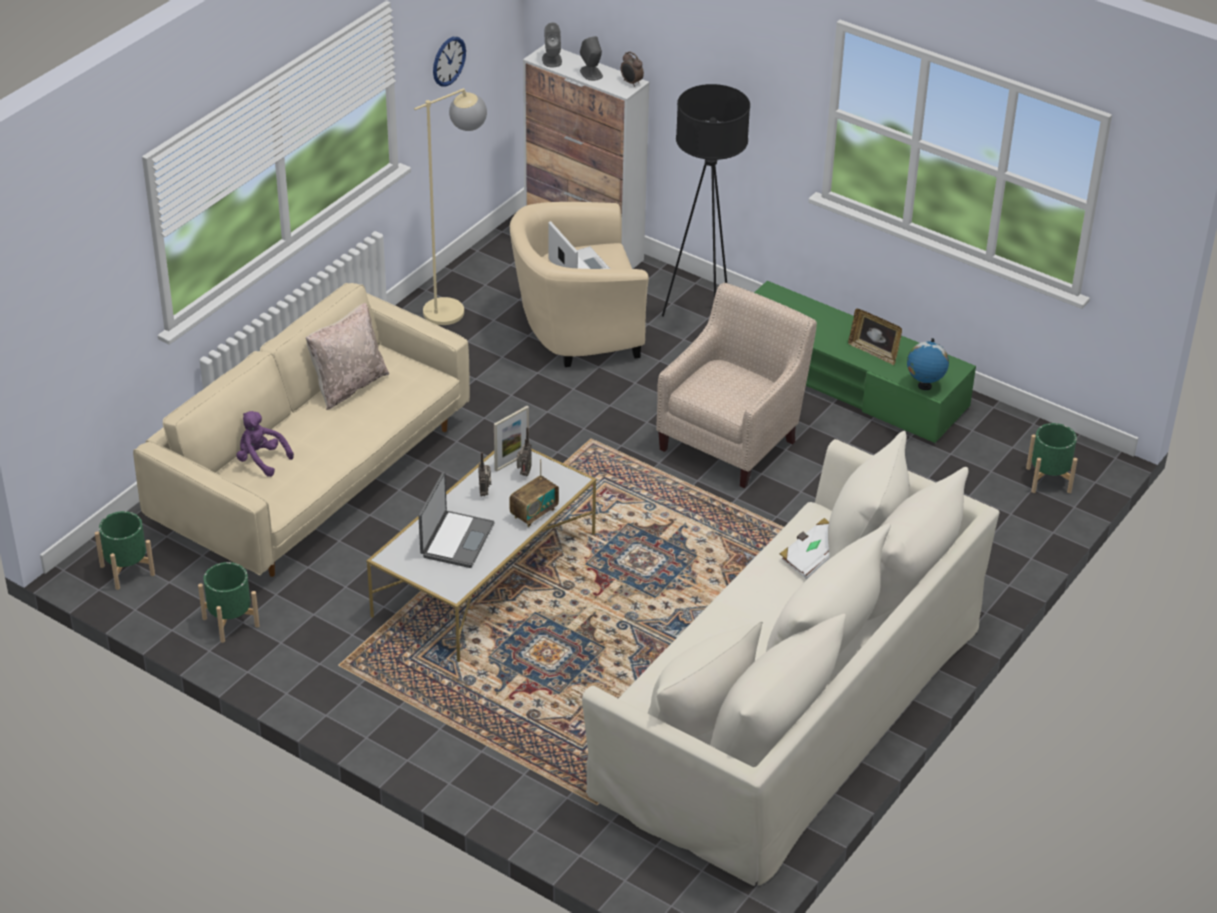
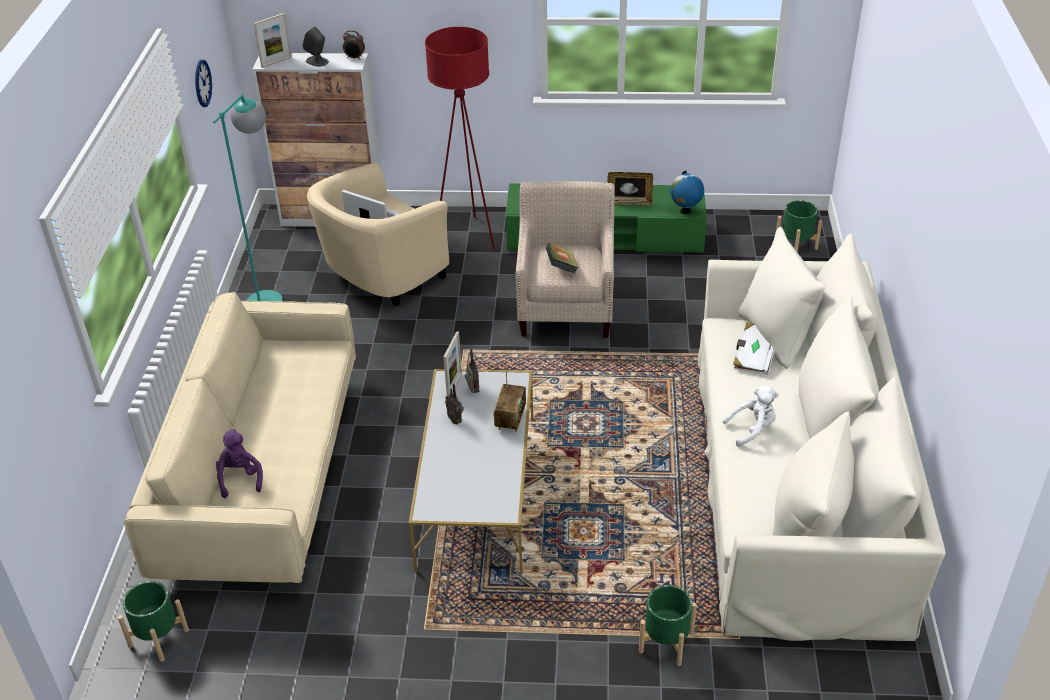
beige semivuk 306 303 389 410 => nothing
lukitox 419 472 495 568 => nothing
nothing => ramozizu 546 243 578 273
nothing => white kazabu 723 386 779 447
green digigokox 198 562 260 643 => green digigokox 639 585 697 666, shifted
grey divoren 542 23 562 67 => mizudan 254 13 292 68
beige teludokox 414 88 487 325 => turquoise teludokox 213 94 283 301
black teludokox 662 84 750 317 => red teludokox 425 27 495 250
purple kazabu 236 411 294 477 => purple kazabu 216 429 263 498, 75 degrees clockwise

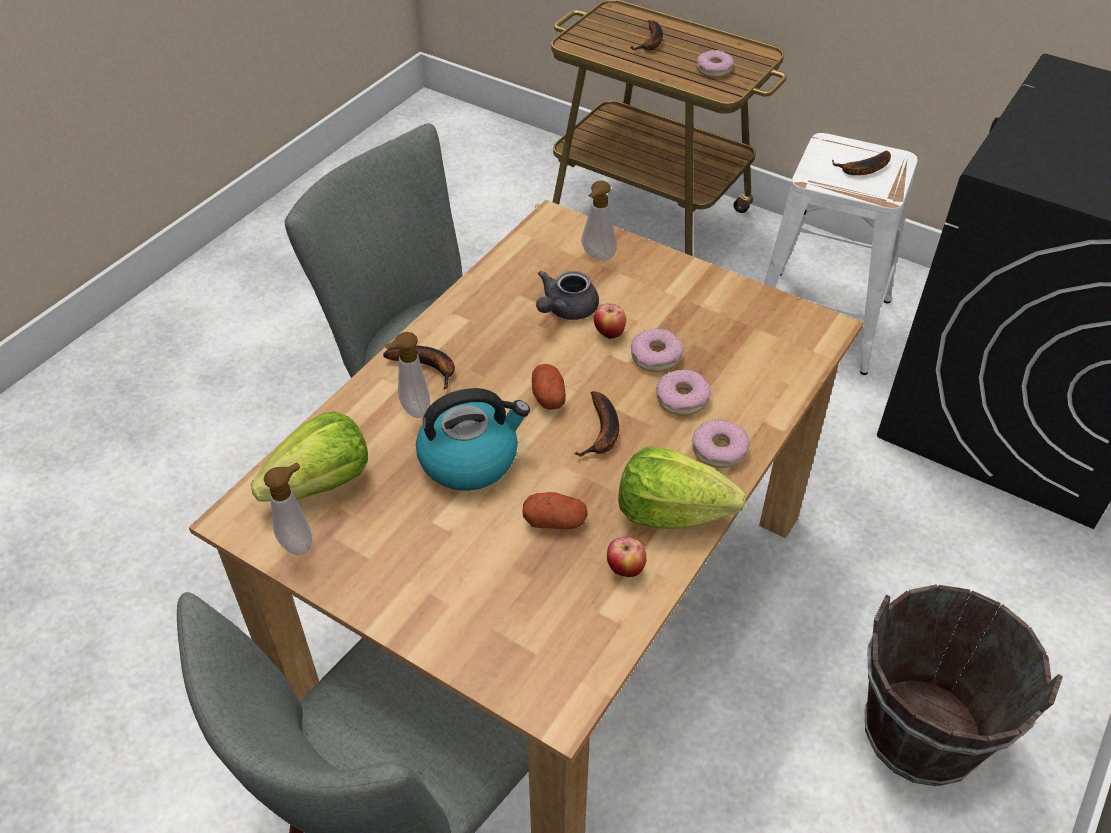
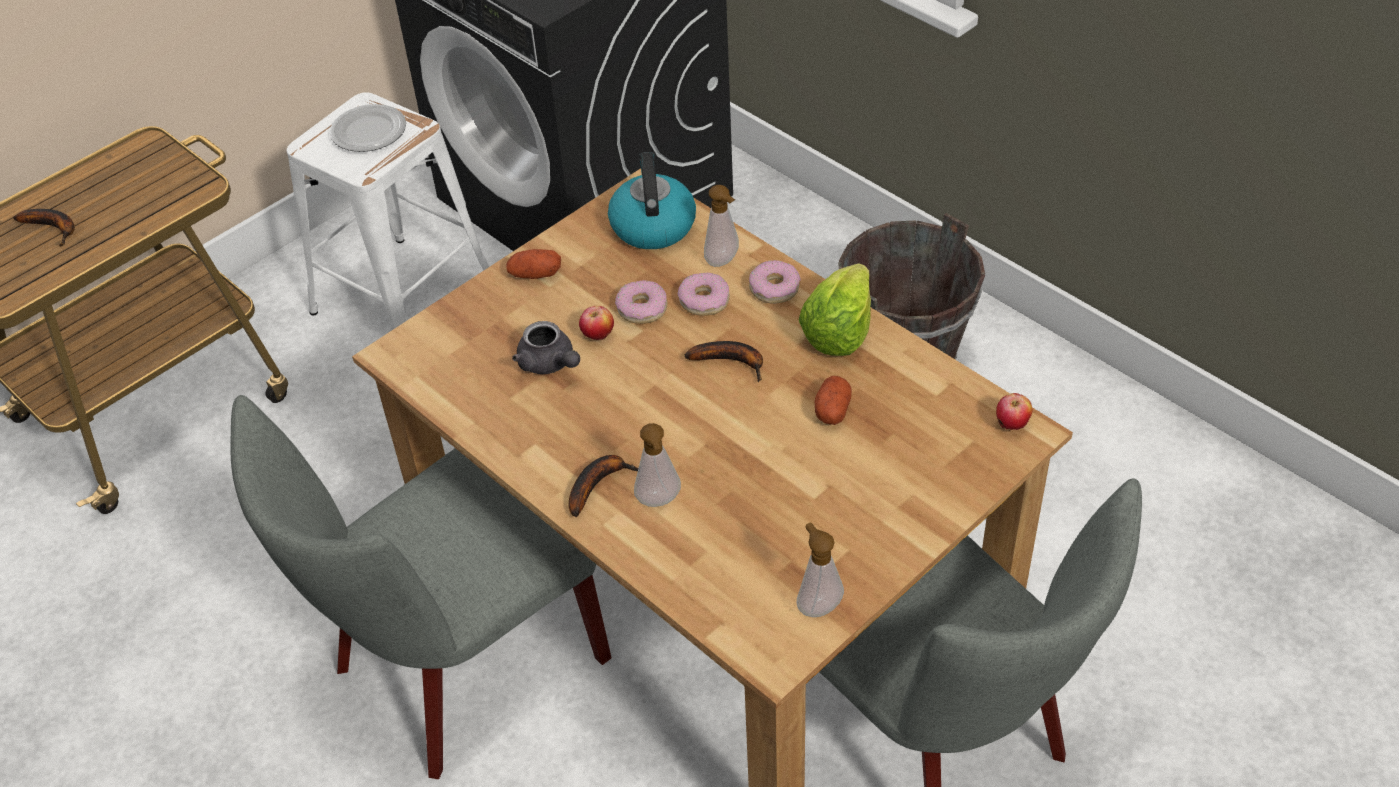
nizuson 251 412 368 502 => nothing
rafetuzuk 696 50 734 77 => nothing
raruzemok 416 388 530 491 => raruzemok 608 152 696 249, shifted
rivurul 532 364 566 410 => rivurul 506 249 561 279, shifted
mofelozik 581 180 617 260 => mofelozik 704 185 739 267, shifted
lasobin 607 537 647 577 => lasobin 996 393 1033 430, shifted
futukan 832 151 891 175 => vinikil 330 104 406 152

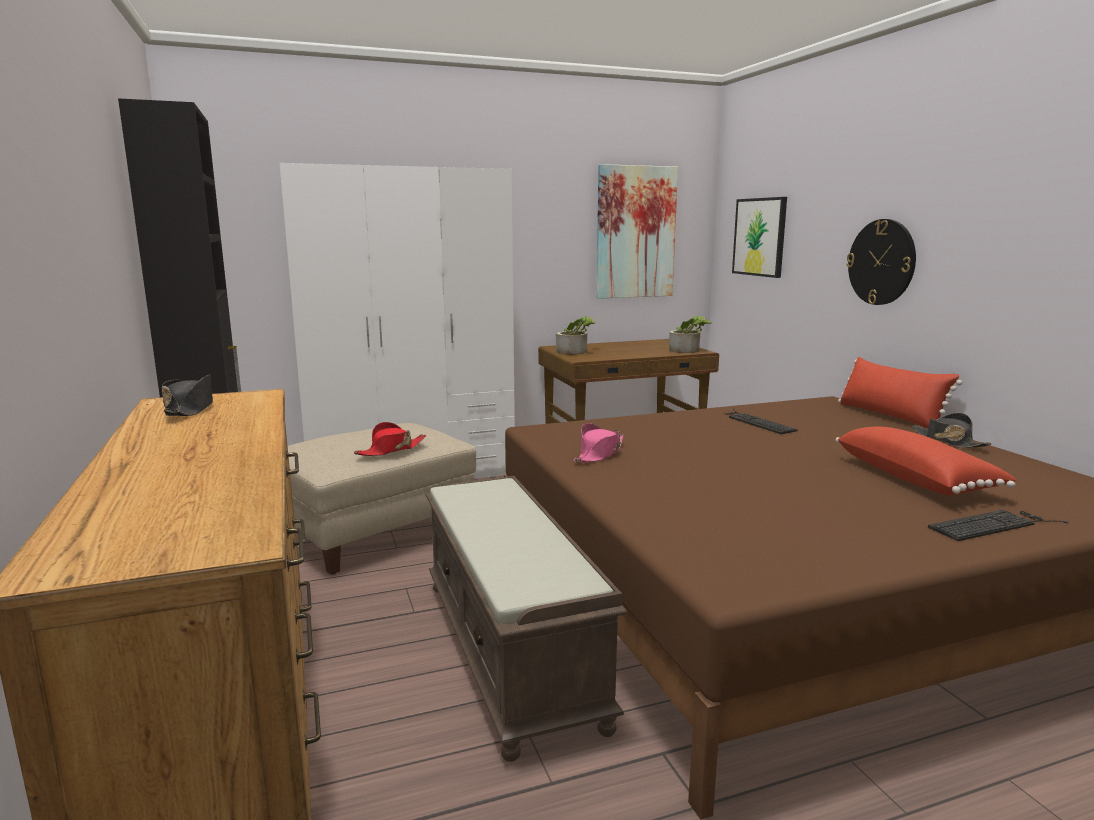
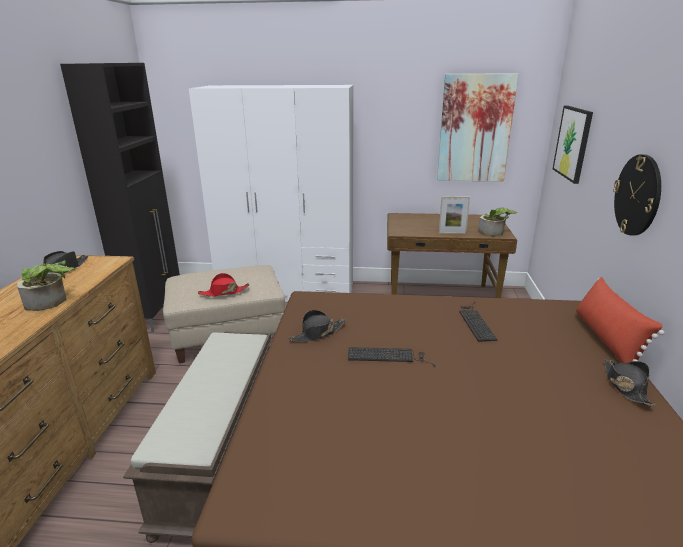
red semivuk 835 427 1017 495 => nothing
nothing => mizudan 439 196 470 234
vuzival 556 316 596 355 => vuzival 17 261 75 311, shifted
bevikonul 928 510 1069 541 => bevikonul 348 347 435 366, shifted
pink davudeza 573 423 624 462 => black davudeza 288 310 346 342

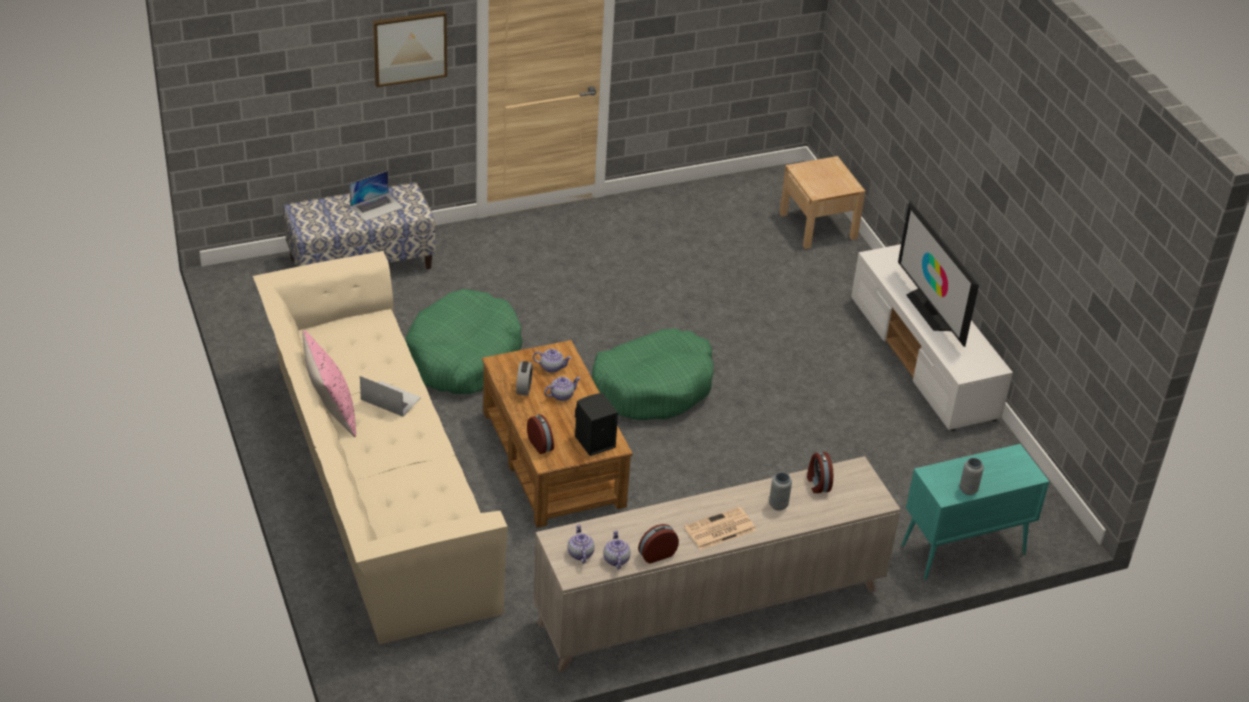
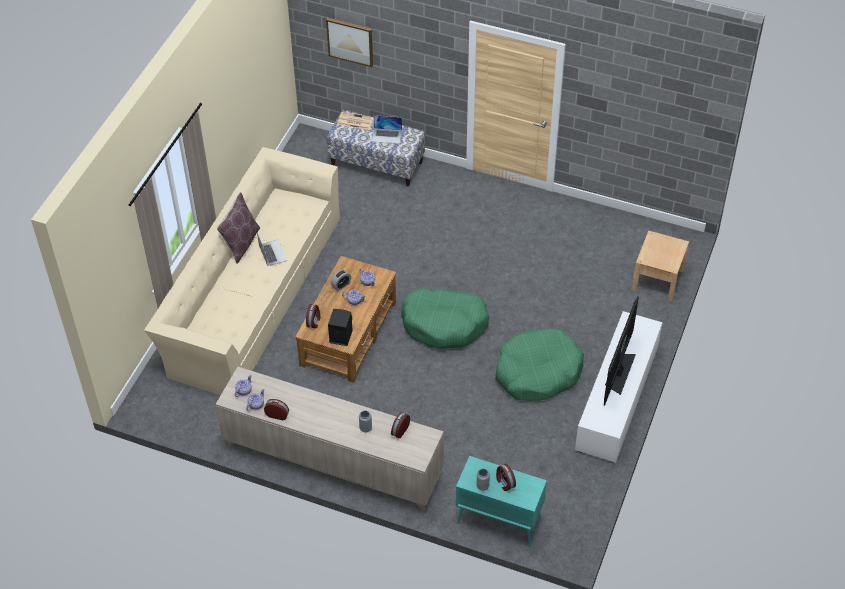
nothing => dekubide 496 464 516 491
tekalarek 373 11 447 87 => tekalarek 326 18 373 67, shifted
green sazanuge 405 289 523 394 => green sazanuge 495 329 584 401, shifted
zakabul 684 507 756 550 => zakabul 337 112 374 130, shifted
pink semivuk 302 330 356 437 => brown semivuk 217 192 260 264

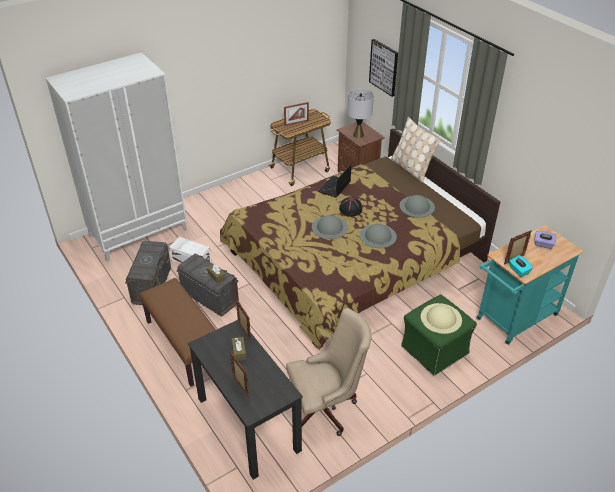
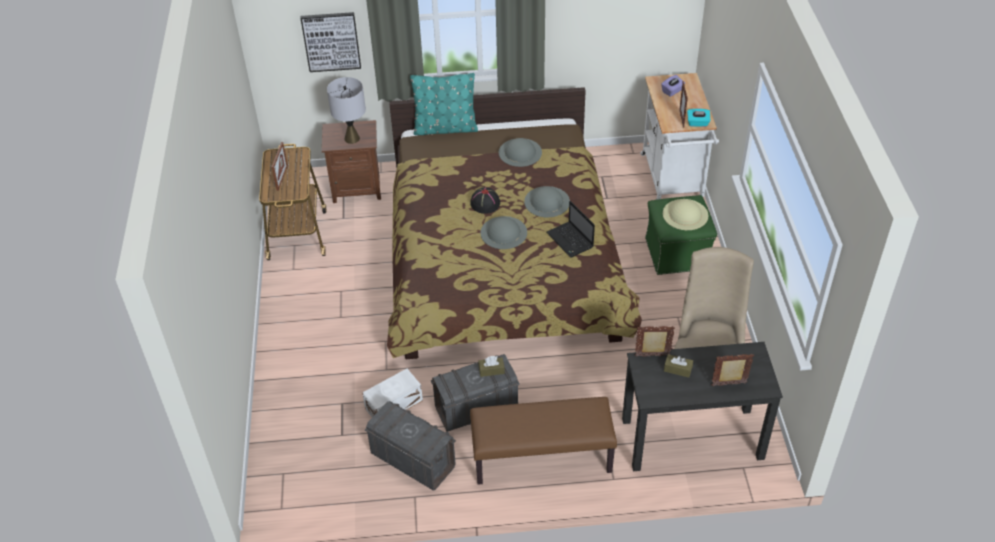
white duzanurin 46 52 187 262 => nothing
lukitox 319 165 351 198 => lukitox 546 201 595 258, shifted
beige semivuk 391 117 440 183 => turquoise semivuk 410 73 478 135
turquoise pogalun 476 225 584 345 => white pogalun 640 73 719 200

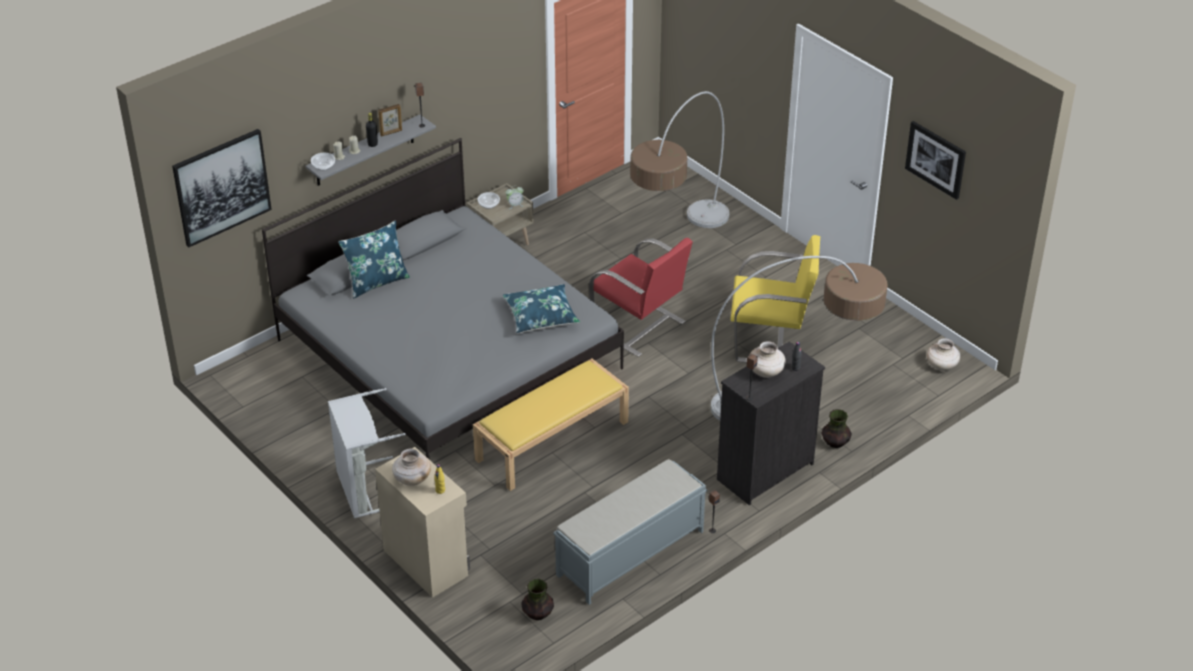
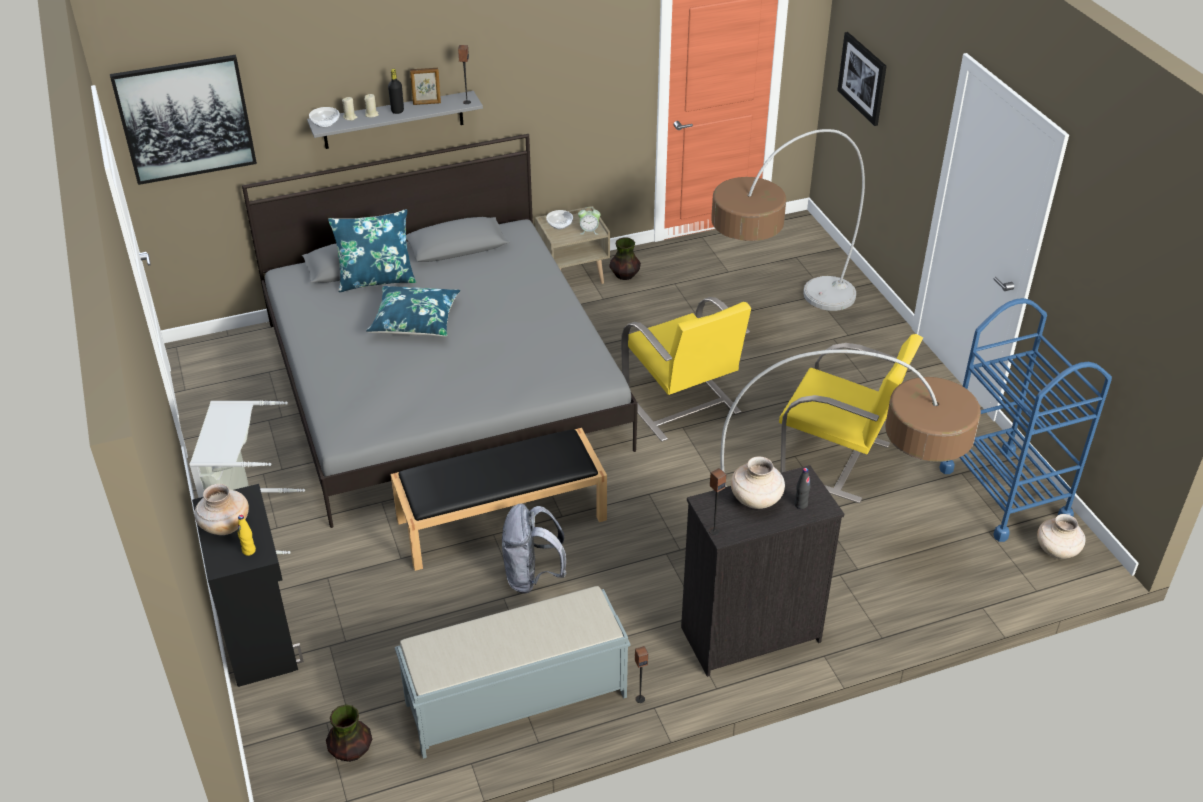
nothing => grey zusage 502 504 566 593
nothing => blue pogalun 939 298 1112 542
blue semivuk 503 284 580 334 => blue semivuk 366 286 460 337, shifted
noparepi 821 409 852 448 => noparepi 609 237 641 280, shifted
tekalarek 905 121 966 200 => tekalarek 837 32 887 126, shifted
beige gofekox 375 447 470 598 => black gofekox 192 484 304 687
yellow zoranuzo 473 359 629 491 => black zoranuzo 390 428 607 571
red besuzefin 589 238 693 357 => yellow besuzefin 621 297 751 442

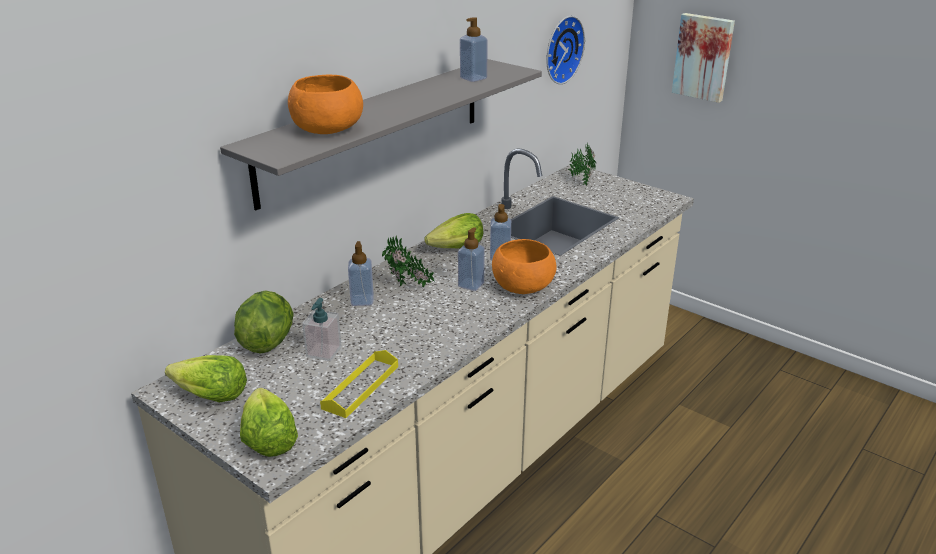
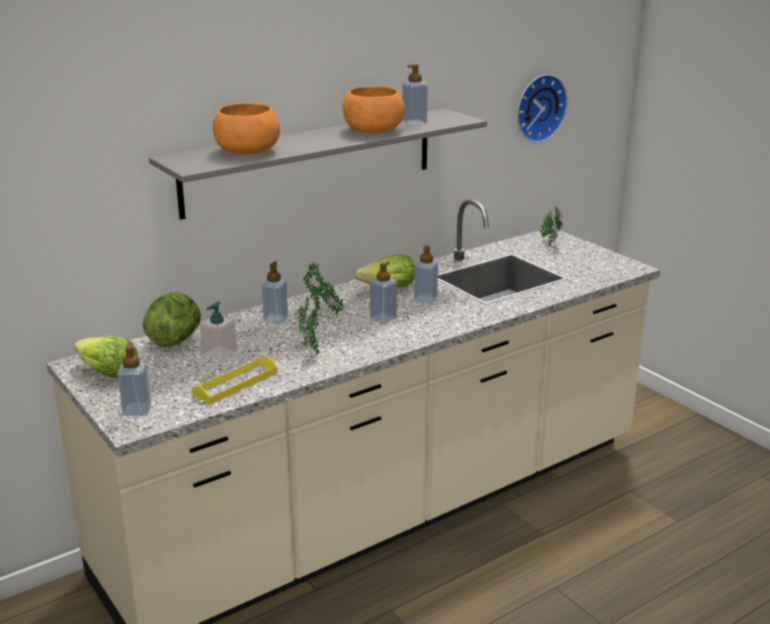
tekalarek 672 13 735 103 => nothing
nothing => vuzival 295 294 321 355
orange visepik 492 239 557 294 => orange visepik 343 86 405 134, shifted
nizuson 240 388 298 457 => mofelozik 117 342 151 416

